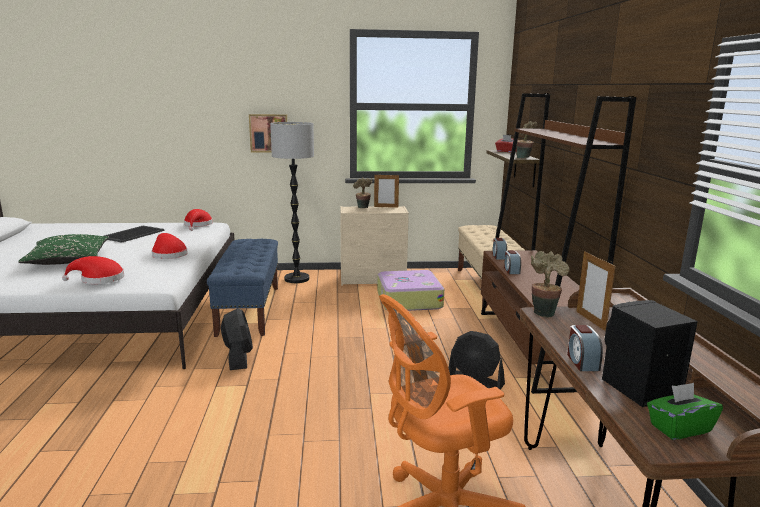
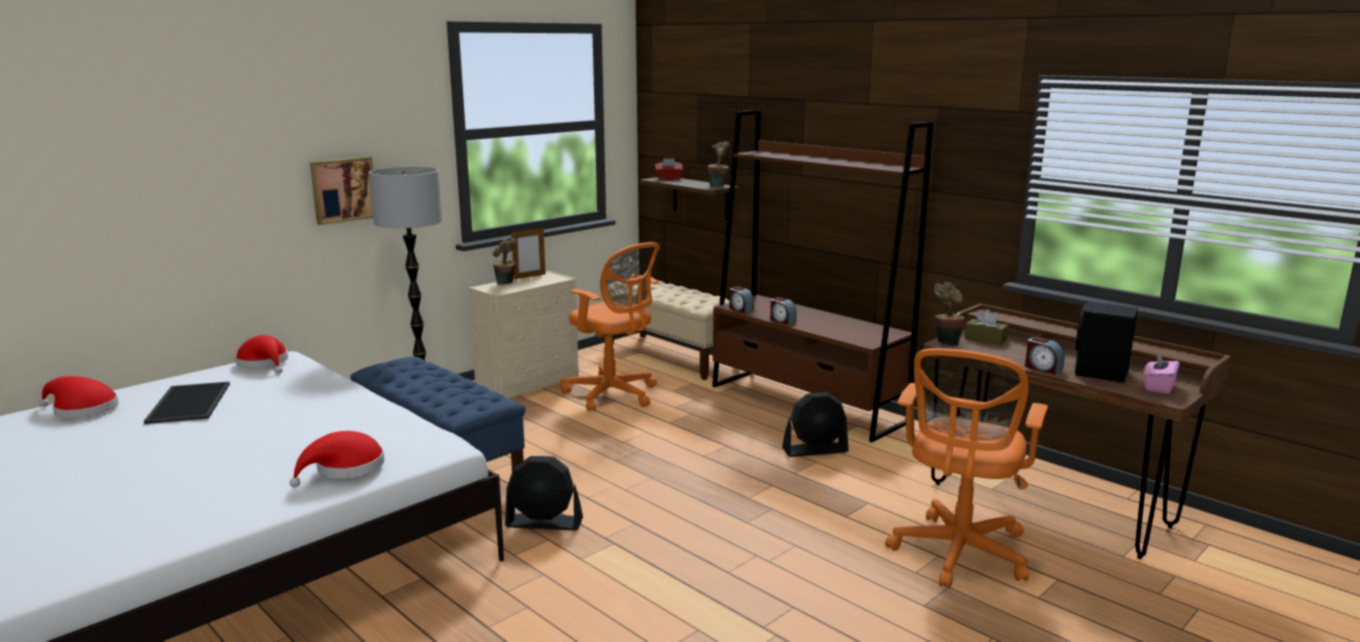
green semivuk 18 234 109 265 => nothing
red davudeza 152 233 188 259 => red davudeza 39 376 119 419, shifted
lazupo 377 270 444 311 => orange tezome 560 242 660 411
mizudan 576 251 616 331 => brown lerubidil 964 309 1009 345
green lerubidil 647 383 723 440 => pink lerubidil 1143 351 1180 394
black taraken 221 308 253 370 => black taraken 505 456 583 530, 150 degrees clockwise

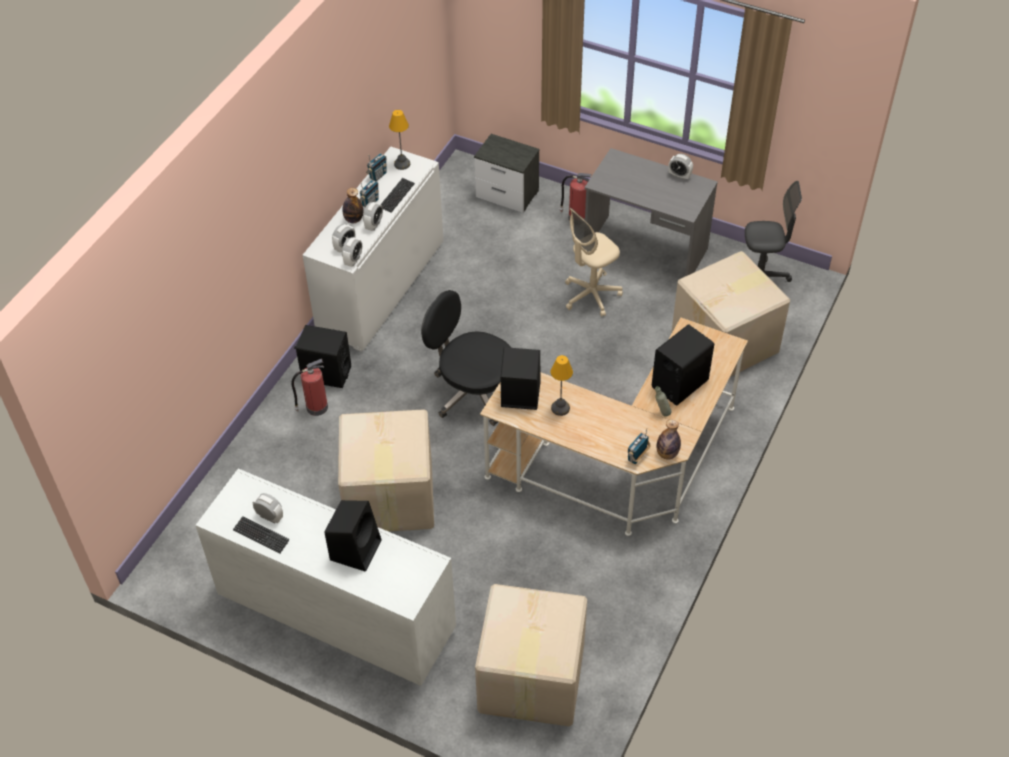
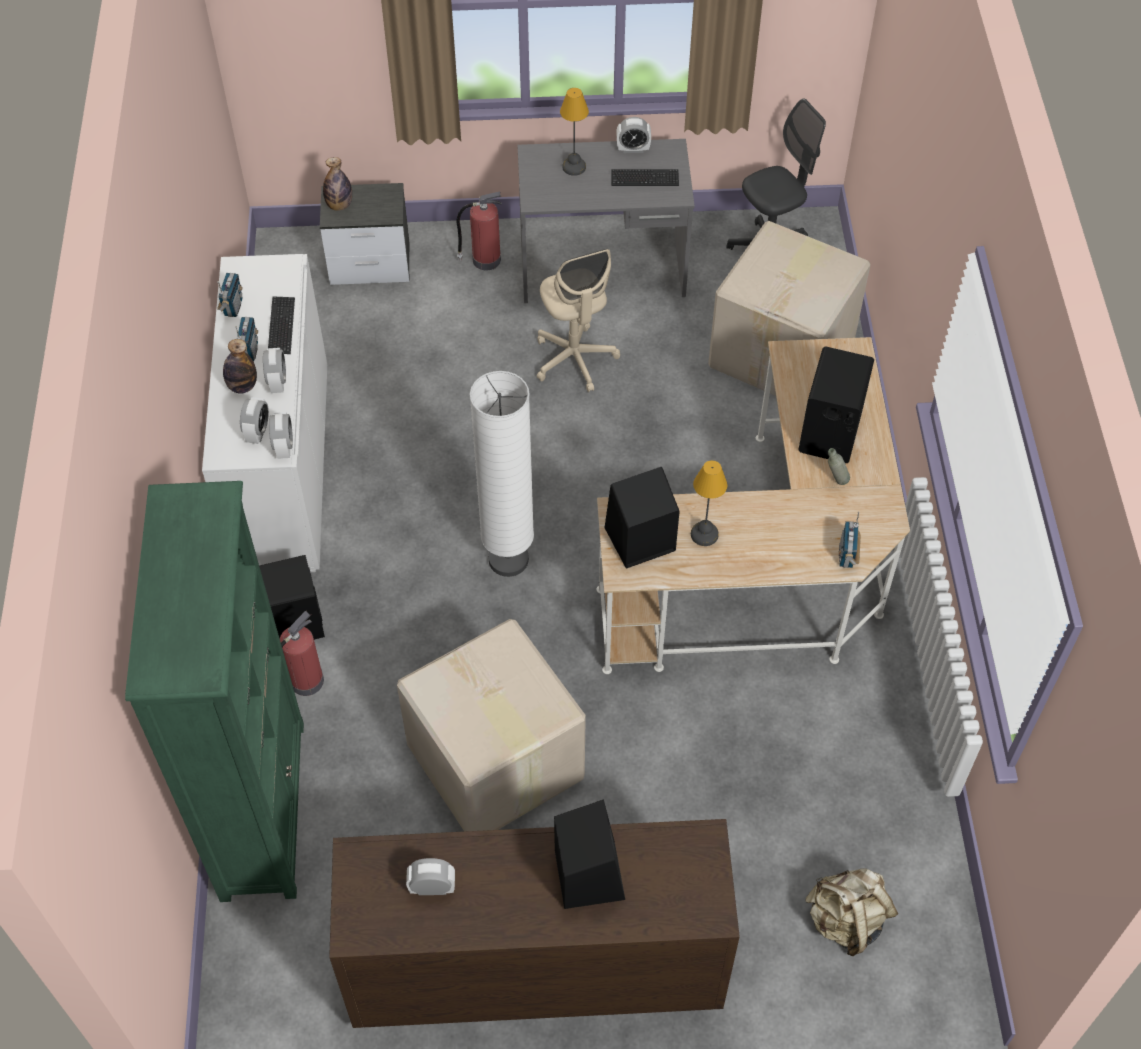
nothing => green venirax 125 481 304 902
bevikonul 233 516 290 553 => bevikonul 611 169 679 186, shifted
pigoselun 389 110 410 170 => pigoselun 560 88 589 176, shifted
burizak 657 419 681 459 => burizak 323 157 352 211, shifted
black tezome 421 290 511 426 => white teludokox 470 371 534 577
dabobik 475 584 587 727 => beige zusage 806 869 898 956
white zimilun 196 469 456 686 => brown zimilun 329 819 740 1028
beige tezome 565 208 623 317 => beige tezome 537 249 620 392, 45 degrees counterclockwise

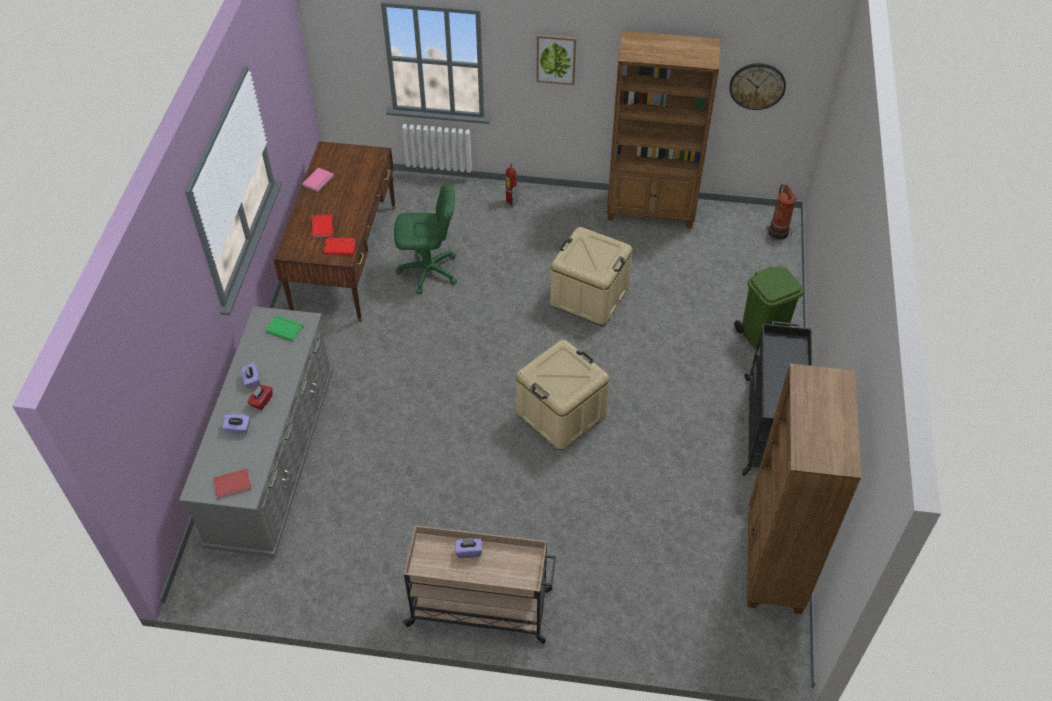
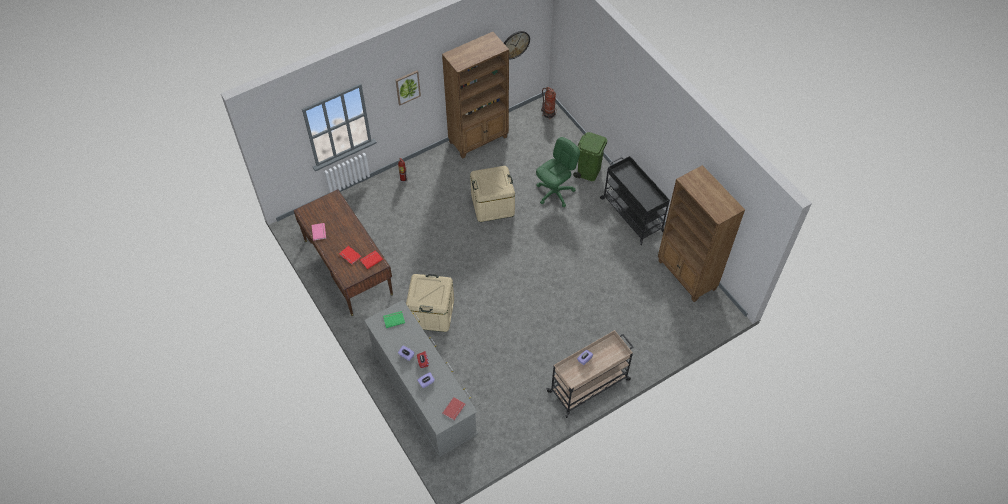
green tezome 394 183 457 294 => green tezome 536 137 580 207, shifted
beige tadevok 516 340 609 450 => beige tadevok 406 274 454 332, shifted

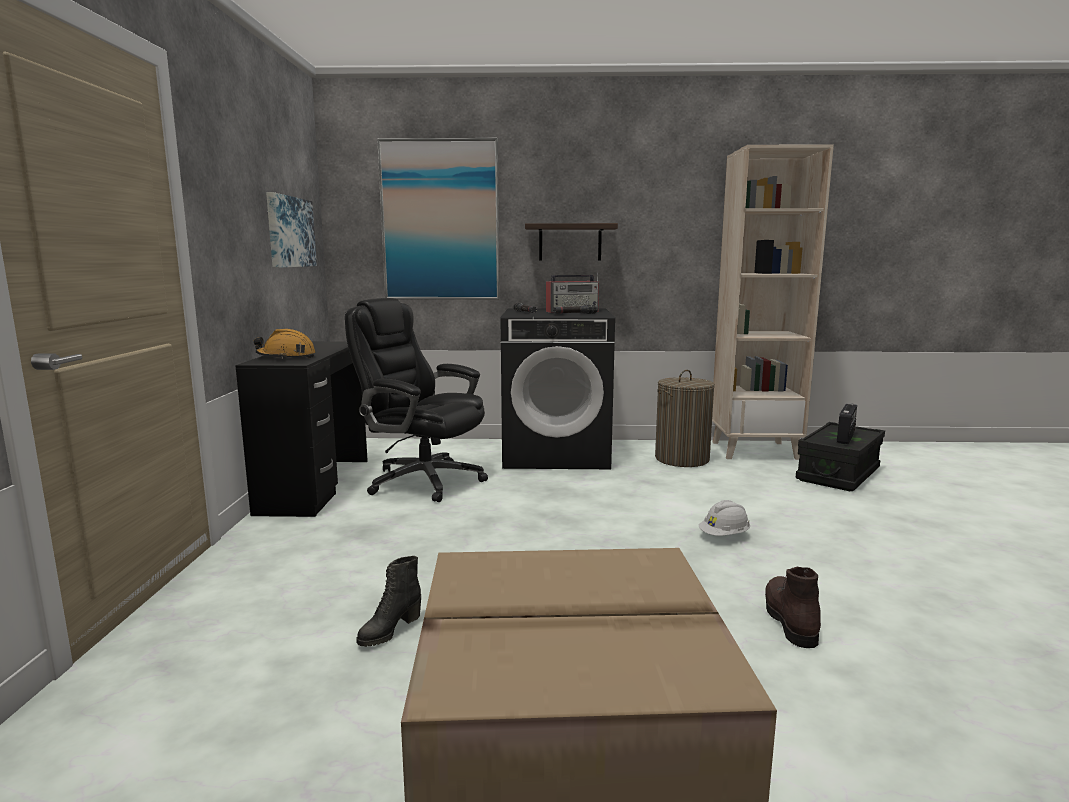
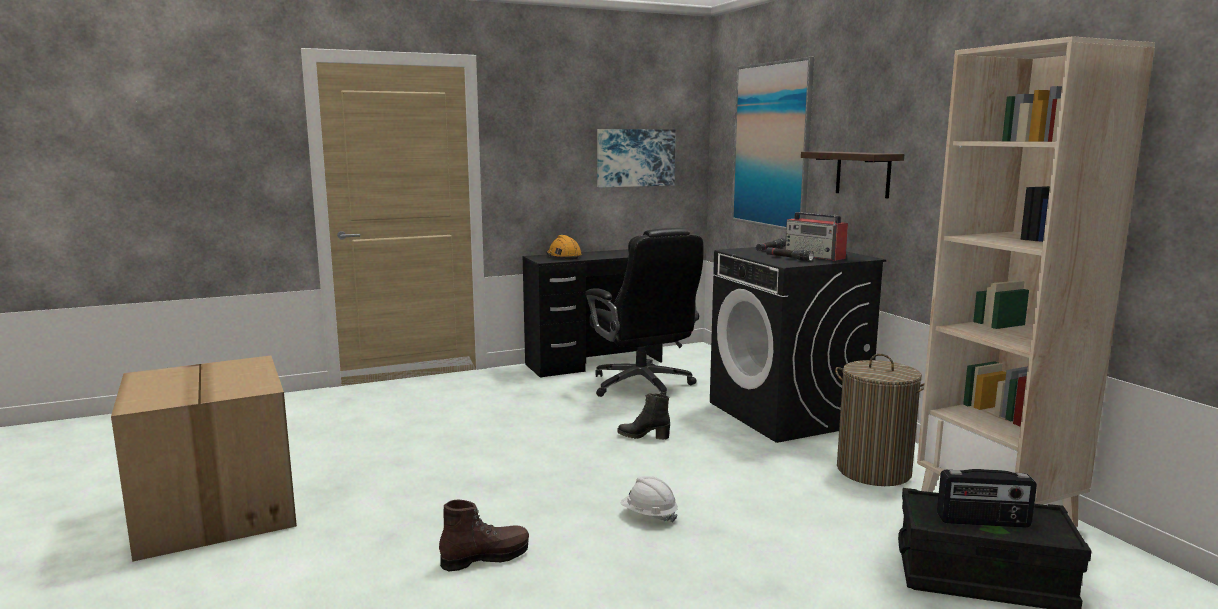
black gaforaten 356 556 421 647 => black gaforaten 617 393 670 440, shifted
black tezome 345 298 488 502 => black tezome 585 228 703 397, 150 degrees clockwise

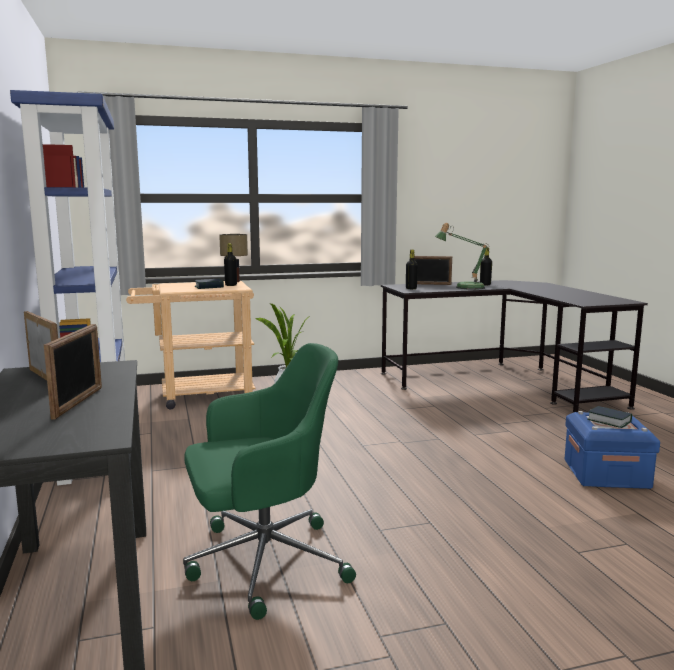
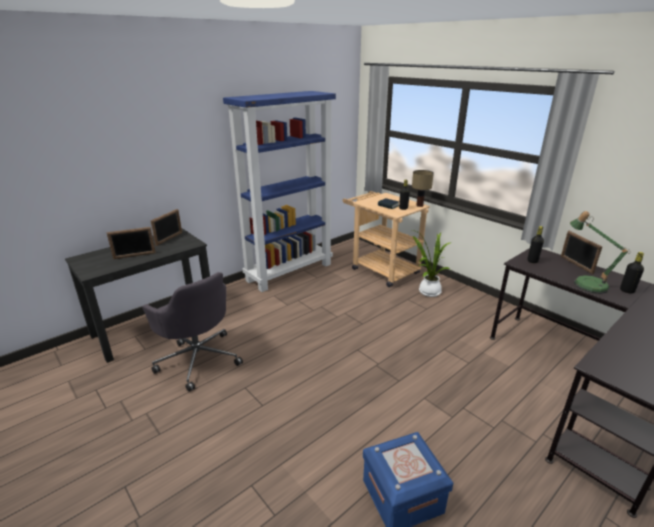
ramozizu 587 406 632 428 => nothing
green tezome 183 343 356 620 => grey tezome 142 272 243 392

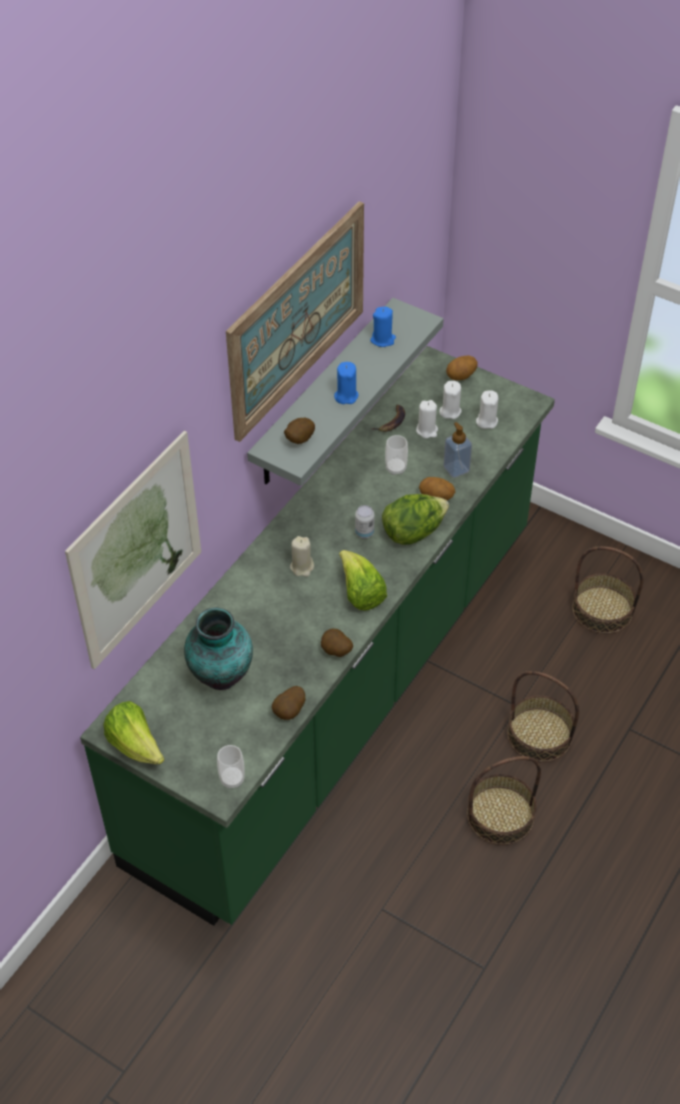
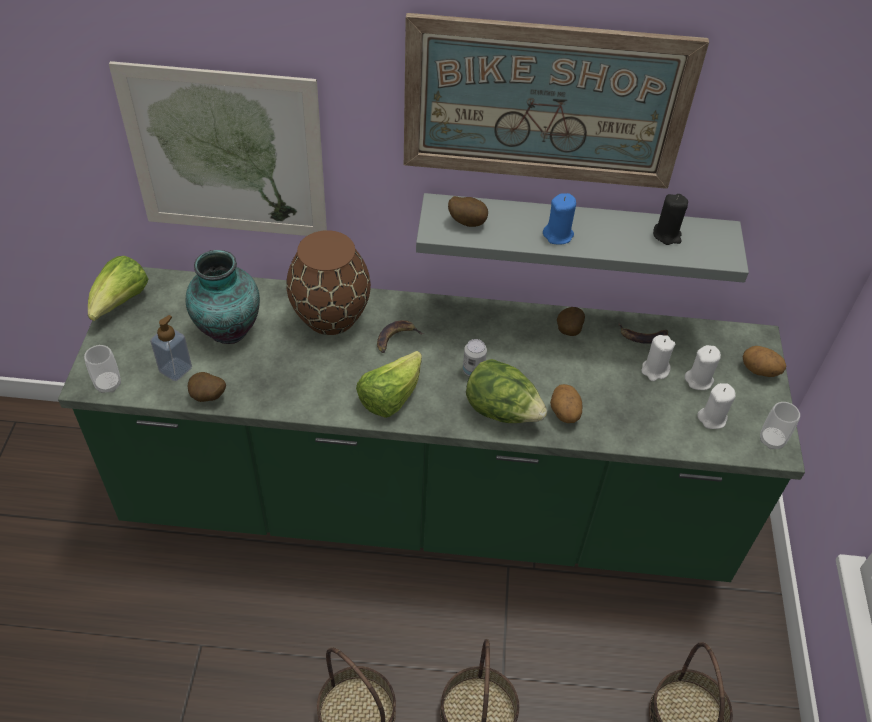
nothing => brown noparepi 286 230 371 335
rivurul 321 629 353 657 => rivurul 557 307 585 336, shifted
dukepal 385 435 408 475 => dukepal 760 402 800 449, shifted
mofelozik 443 422 472 478 => mofelozik 150 315 192 381, shifted
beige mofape 290 536 314 577 => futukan 377 320 424 353
blue mofape 370 307 396 347 => black mofape 653 194 688 245

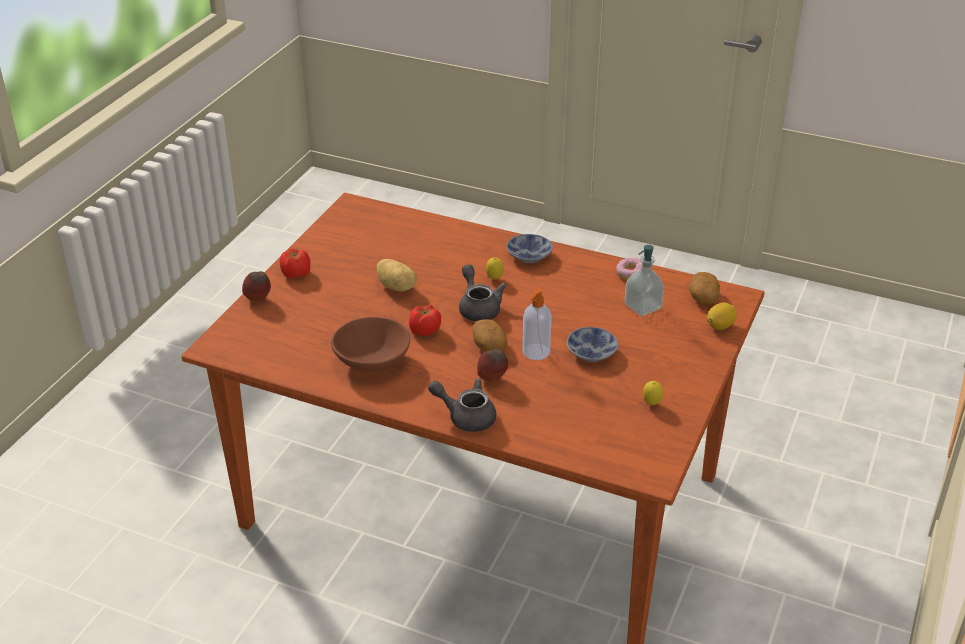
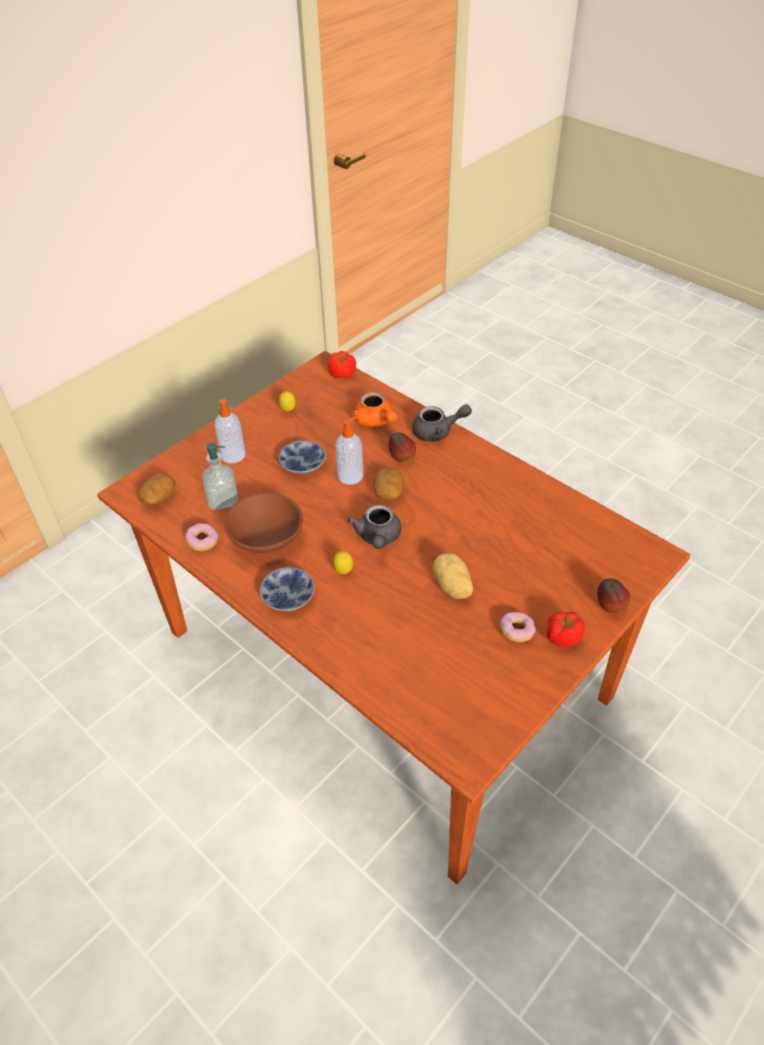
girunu 707 302 737 330 => nothing
nothing => mofelozik 214 399 246 463
nothing => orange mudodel 352 392 397 427
nothing => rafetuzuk 500 612 536 642
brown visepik 331 317 410 372 => brown visepik 224 493 303 553, shifted
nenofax 409 305 441 336 => nenofax 328 351 356 379, shifted
grey mudodel 428 378 496 432 => grey mudodel 412 404 472 442, 45 degrees counterclockwise

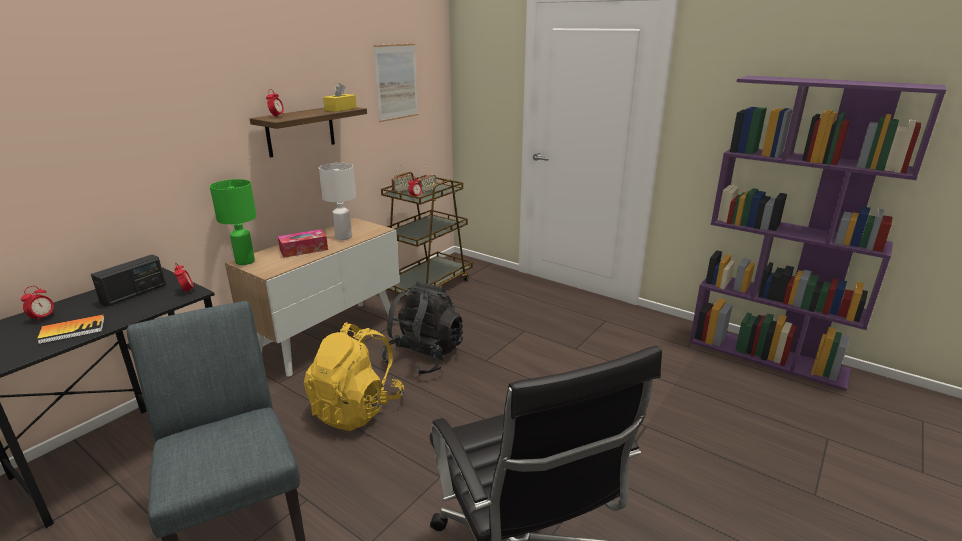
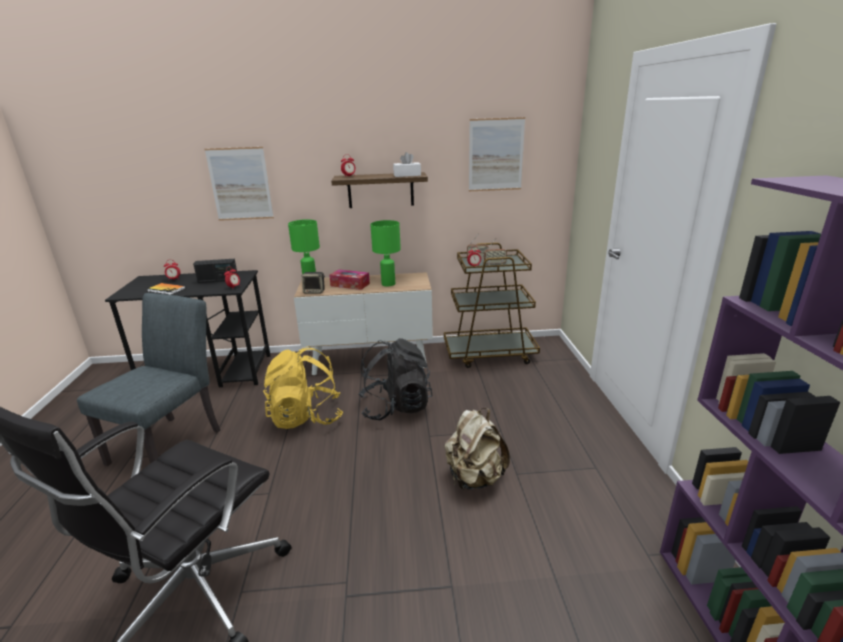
nothing => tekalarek 205 147 274 221
nothing => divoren 302 272 325 294
nothing => beige zusage 444 408 510 491
white pigoselun 319 163 356 240 => green pigoselun 370 220 401 286
yellow lerubidil 323 83 357 112 => white lerubidil 393 152 421 177

